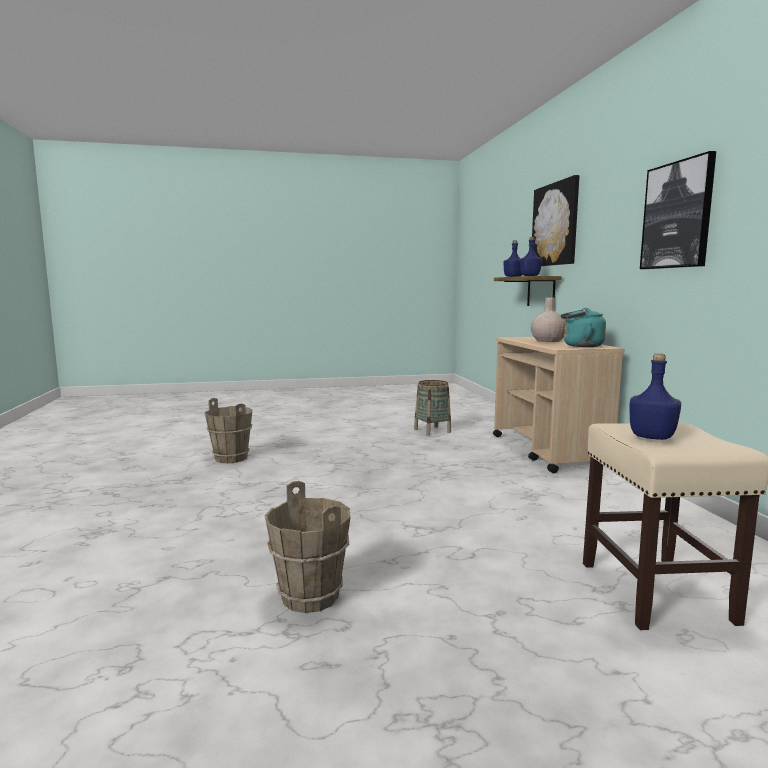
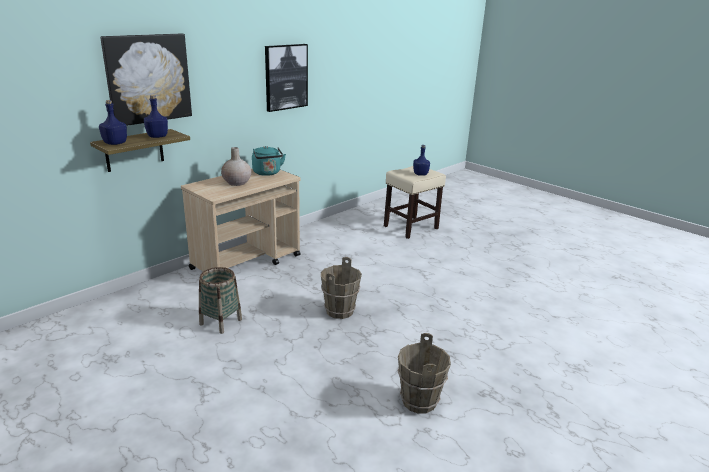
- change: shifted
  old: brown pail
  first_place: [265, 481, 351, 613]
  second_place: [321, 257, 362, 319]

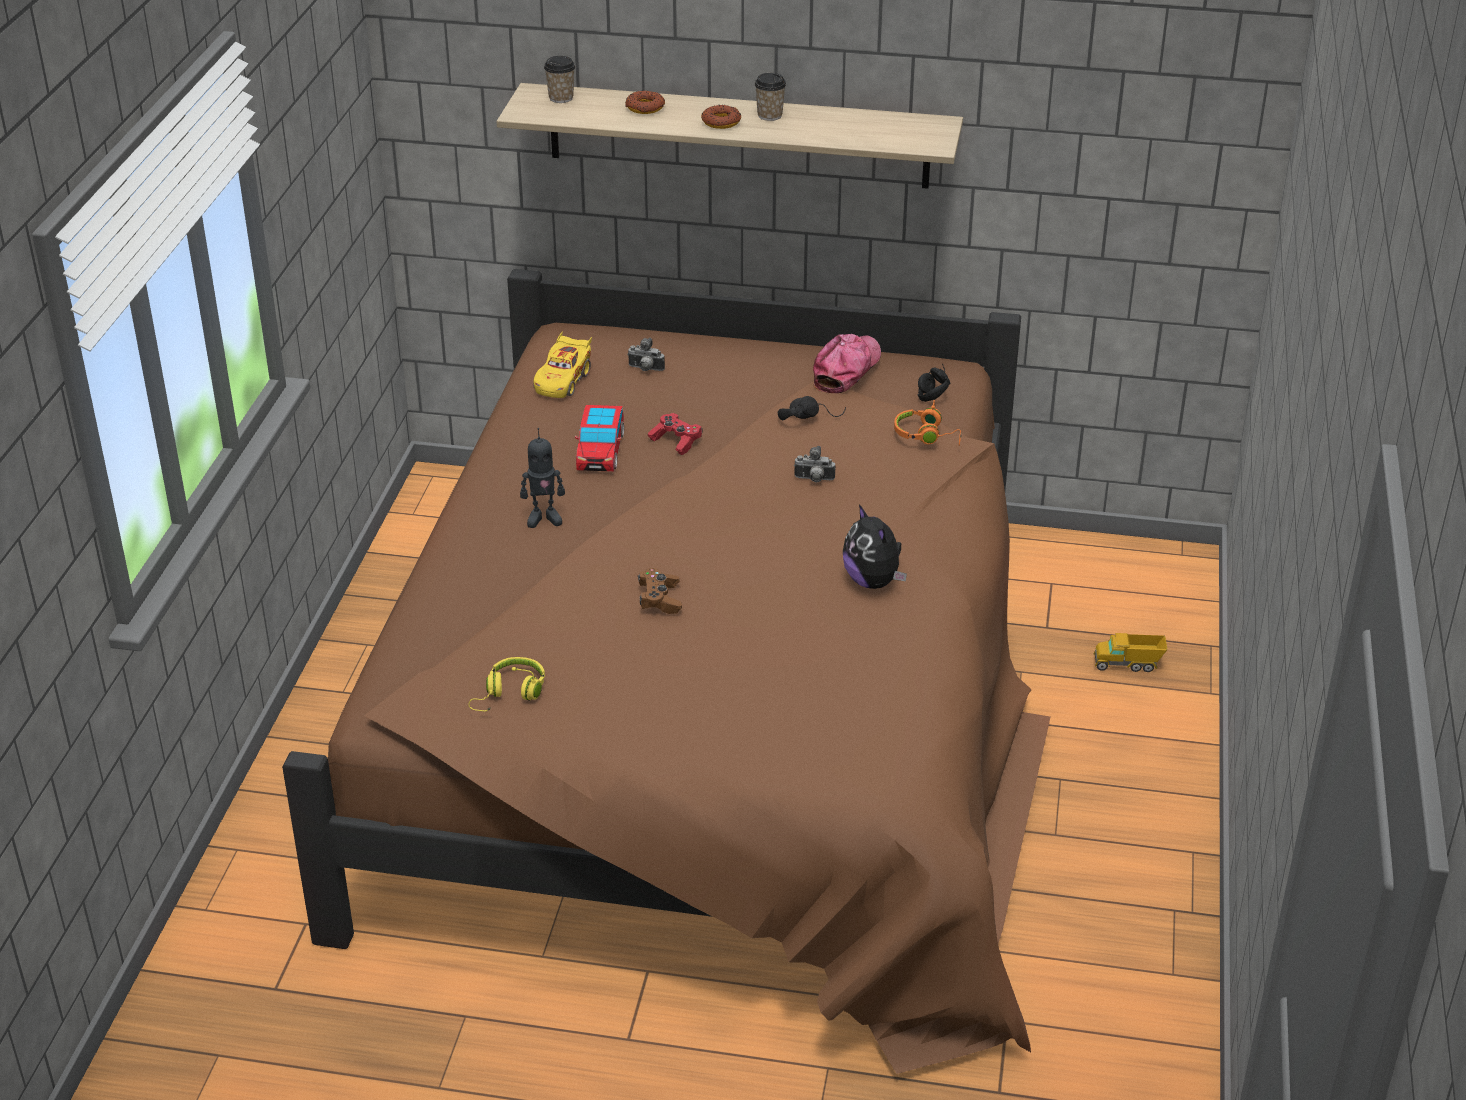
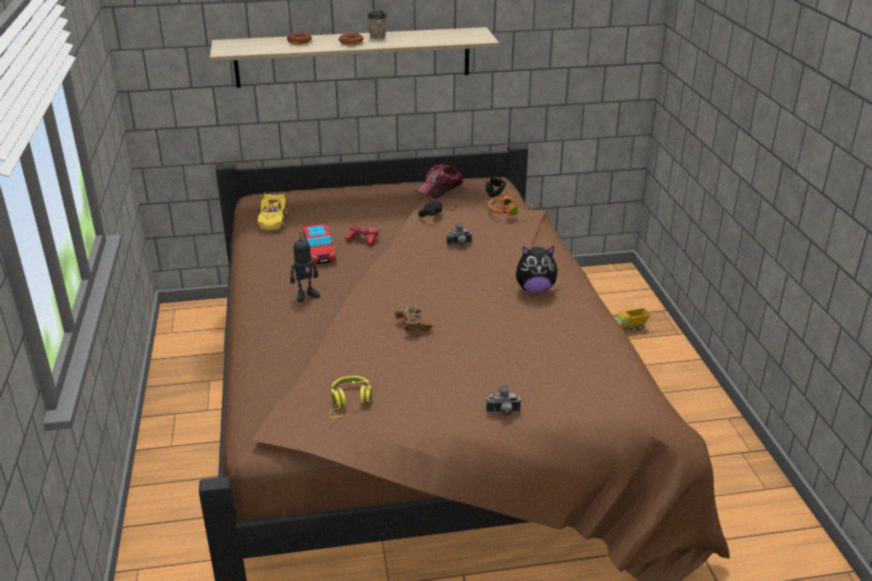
- change: gone
  old: drinking cup
  first_place: [544, 56, 575, 103]
- change: shifted
  old: photo camera
  first_place: [627, 338, 665, 371]
  second_place: [486, 385, 521, 416]
- change: rotated
  old: baseball cap
  first_place: [813, 334, 881, 393]
  second_place: [416, 164, 463, 199]
  degrees: -150
- change: rotated
  old: cuddly toy
  first_place: [843, 504, 907, 589]
  second_place: [516, 246, 559, 293]
  degrees: -45

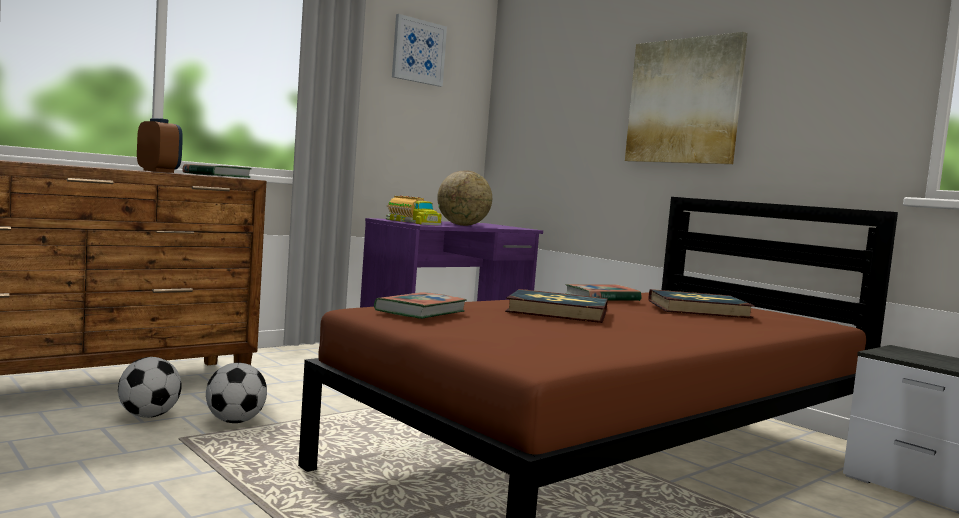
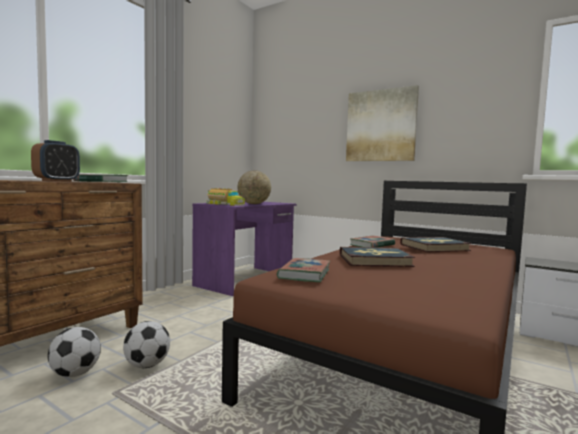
- change: gone
  old: wall art
  first_place: [392, 14, 447, 87]
- change: rotated
  old: bedside clock
  first_place: [137, 118, 183, 173]
  second_place: [31, 140, 80, 182]
  degrees: 90

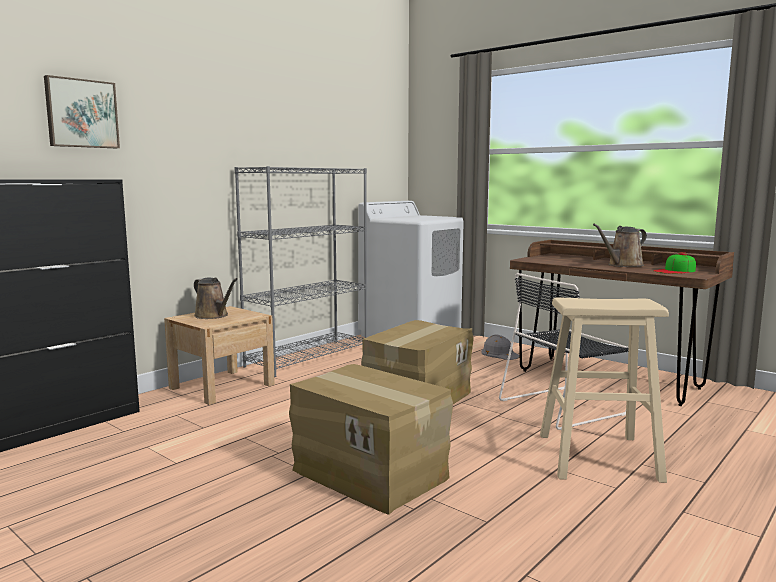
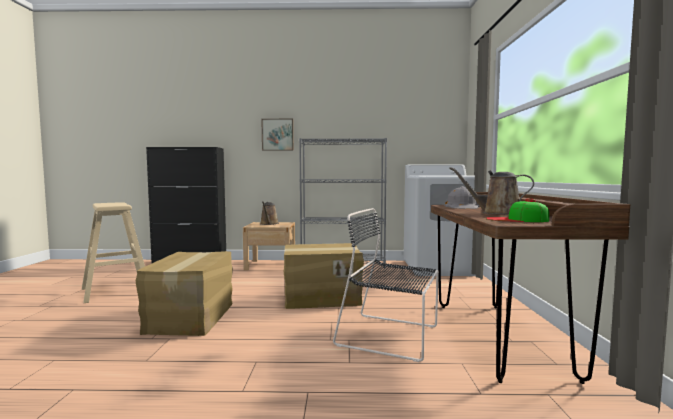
- change: shifted
  old: wall art
  first_place: [44, 75, 120, 148]
  second_place: [261, 119, 294, 151]
- change: shifted
  old: gray hard hat
  first_place: [481, 334, 520, 360]
  second_place: [444, 186, 479, 209]
- change: shifted
  old: beige sitting stool
  first_place: [540, 297, 669, 483]
  second_place: [82, 202, 145, 303]

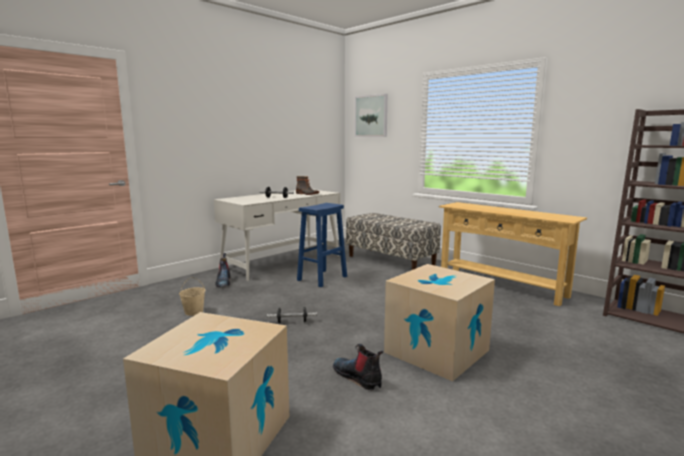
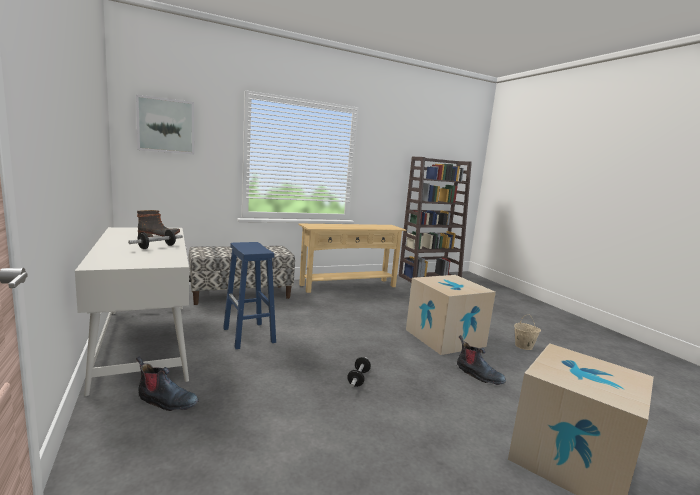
- change: shifted
  old: beige pail
  first_place: [179, 277, 205, 316]
  second_place: [514, 315, 541, 350]
- change: rotated
  old: boot
  first_place: [333, 344, 383, 390]
  second_place: [457, 335, 506, 385]
  degrees: -120

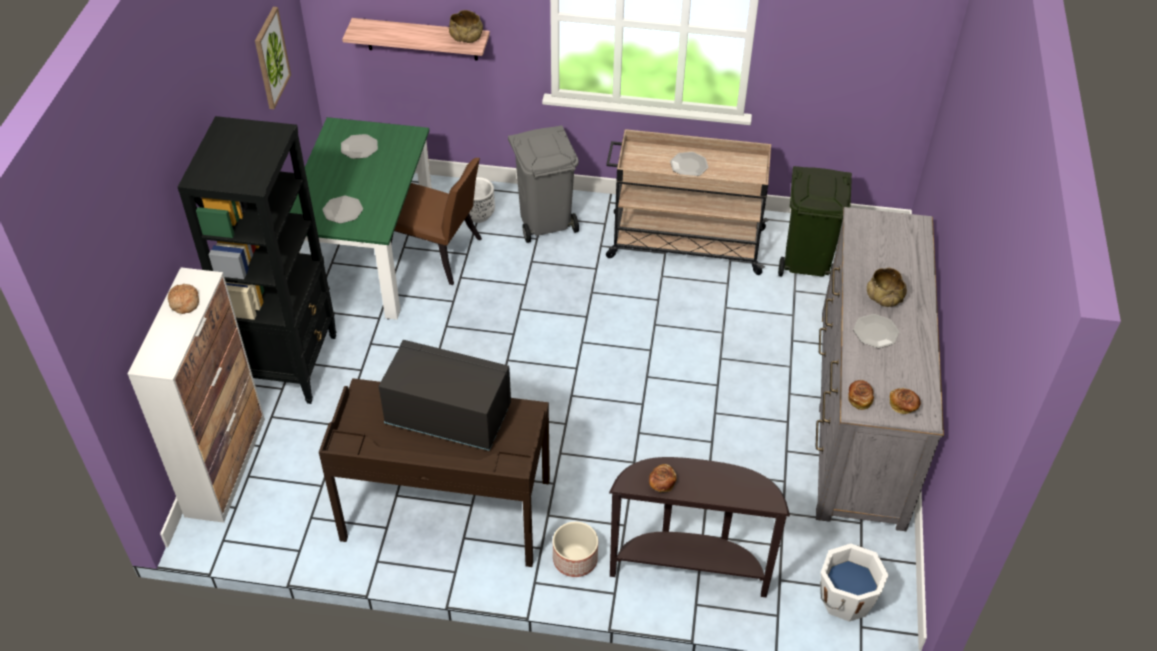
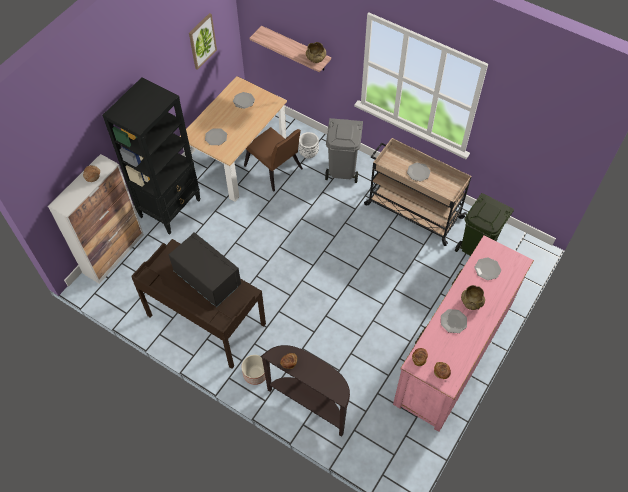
- change: gone
  old: white pail
  first_place: [820, 544, 888, 622]
- change: new
  new: dinner plate
  second_place: [475, 257, 501, 280]
- change: repainted
  old: green-coloured dinner table
  new: beige dinner table
  first_place: [290, 117, 431, 320]
  second_place: [180, 76, 287, 202]
- change: repainted
  old: gray chest of drawers
  new: pink-coloured chest of drawers
  first_place: [816, 207, 944, 531]
  second_place: [393, 235, 534, 432]

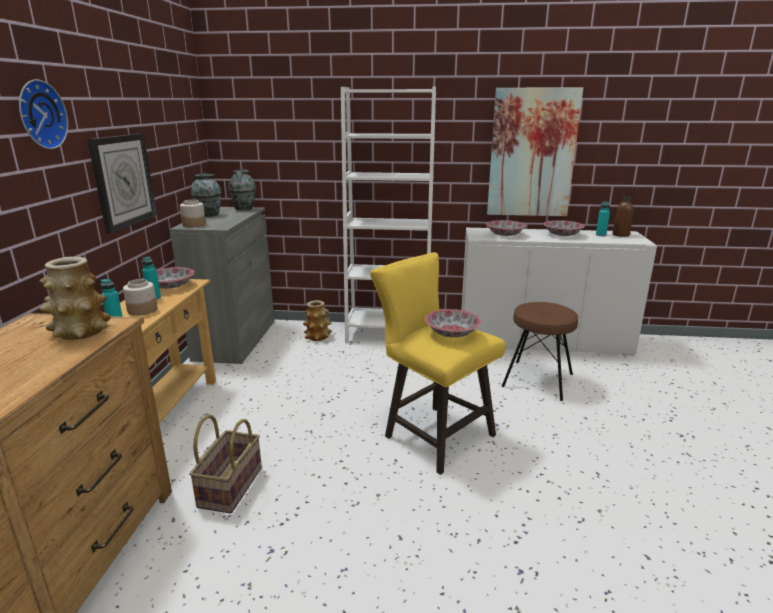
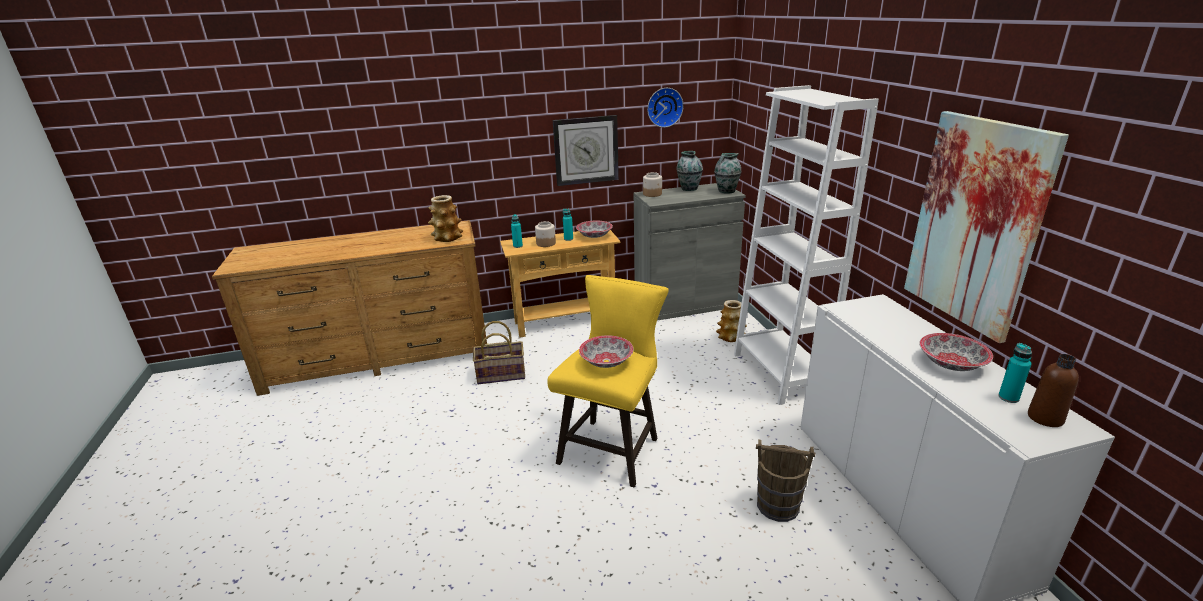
- change: gone
  old: bowl
  first_place: [486, 220, 526, 236]
- change: shifted
  old: clock on the wall
  first_place: [19, 79, 68, 149]
  second_place: [647, 88, 684, 128]
- change: swapped
  old: brown sitting stool
  new: brown pail
  first_place: [502, 302, 578, 401]
  second_place: [756, 439, 815, 522]

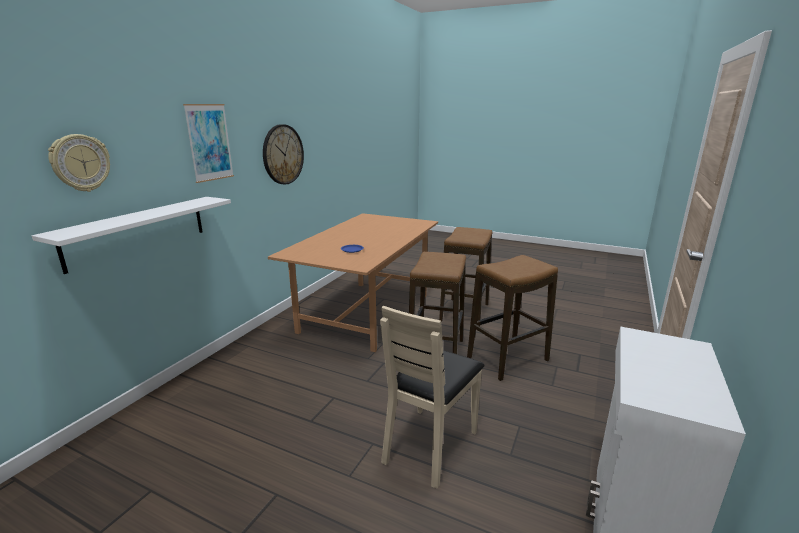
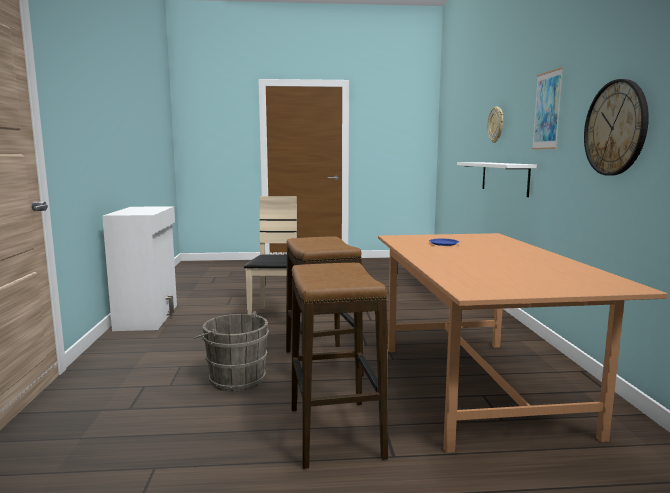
- change: swapped
  old: sitting stool
  new: gray pail
  first_place: [467, 255, 558, 381]
  second_place: [194, 311, 269, 392]

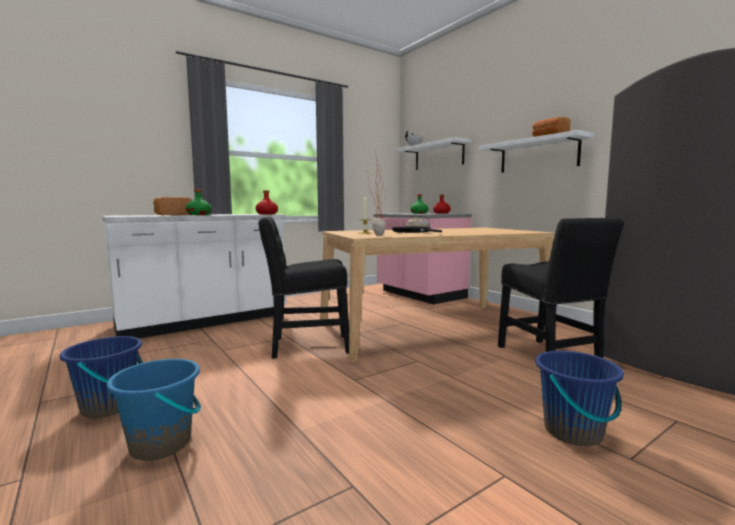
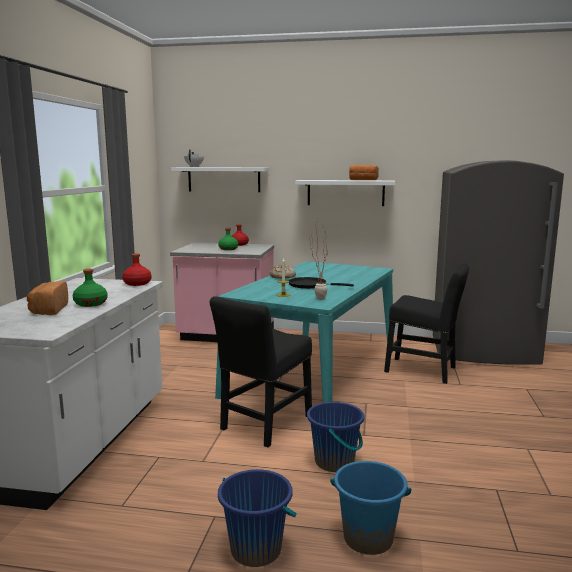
- change: shifted
  old: blue pail
  first_place: [536, 351, 624, 446]
  second_place: [307, 401, 365, 472]
- change: repainted
  old: beige dinner table
  new: turquoise dinner table
  first_place: [320, 228, 555, 362]
  second_place: [215, 261, 394, 403]

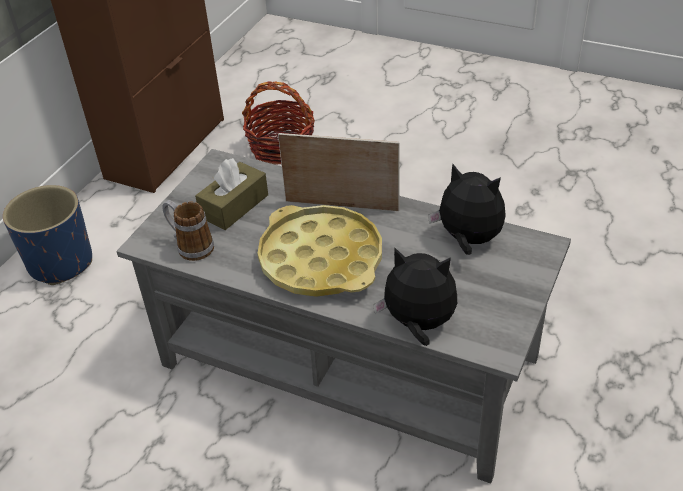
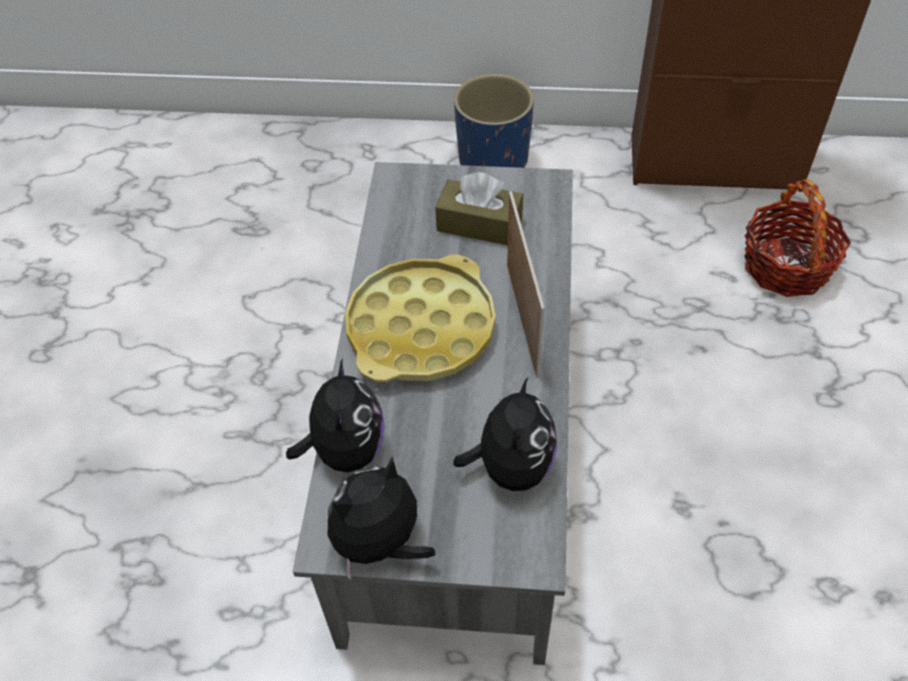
- change: gone
  old: mug
  first_place: [162, 200, 214, 261]
- change: new
  new: cuddly toy
  second_place: [328, 457, 435, 580]

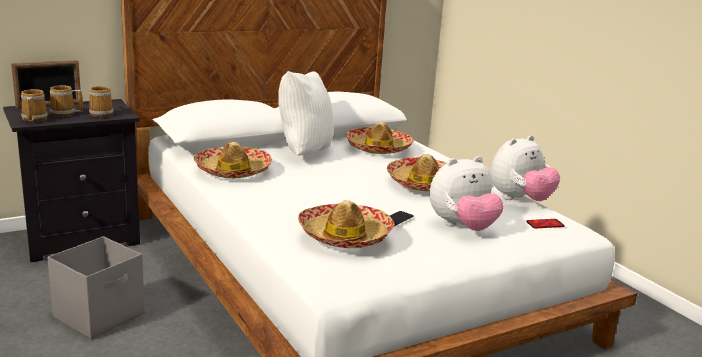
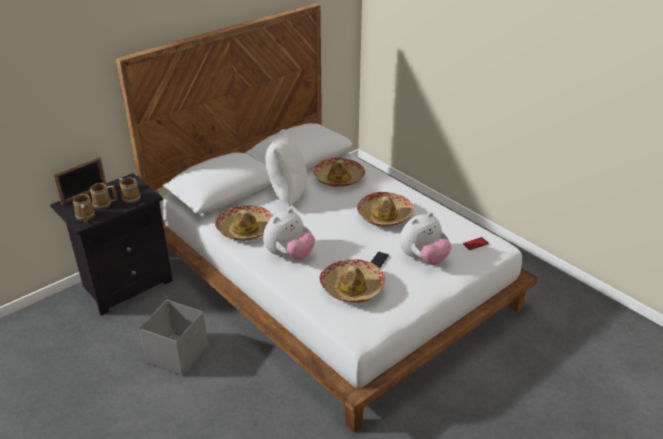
- change: shifted
  old: cuddly toy
  first_place: [490, 135, 560, 201]
  second_place: [263, 208, 315, 260]

